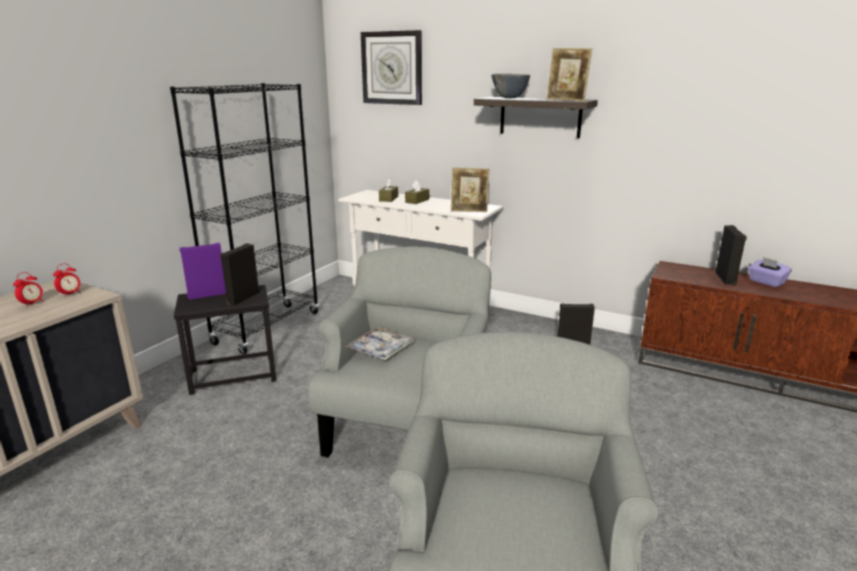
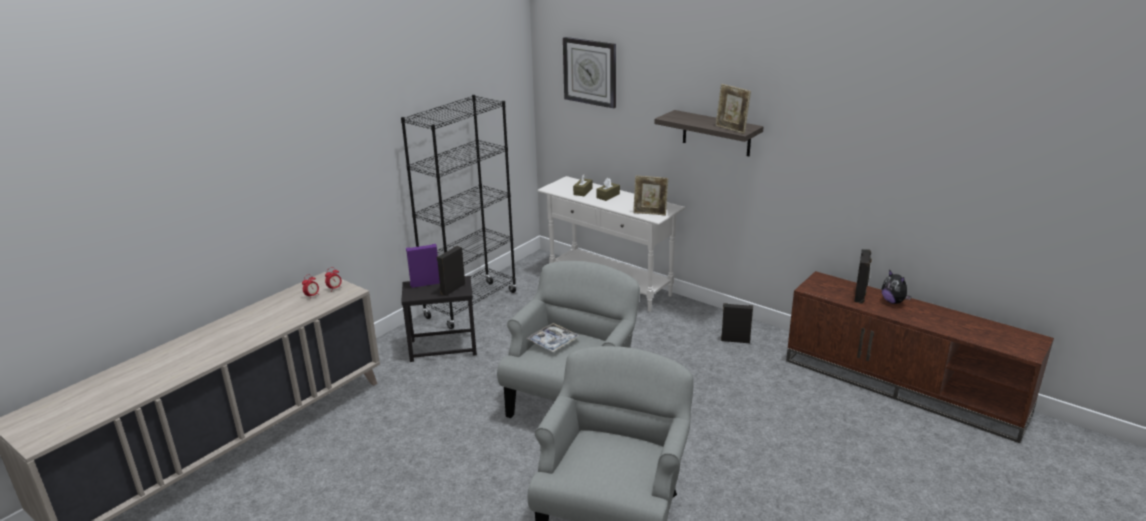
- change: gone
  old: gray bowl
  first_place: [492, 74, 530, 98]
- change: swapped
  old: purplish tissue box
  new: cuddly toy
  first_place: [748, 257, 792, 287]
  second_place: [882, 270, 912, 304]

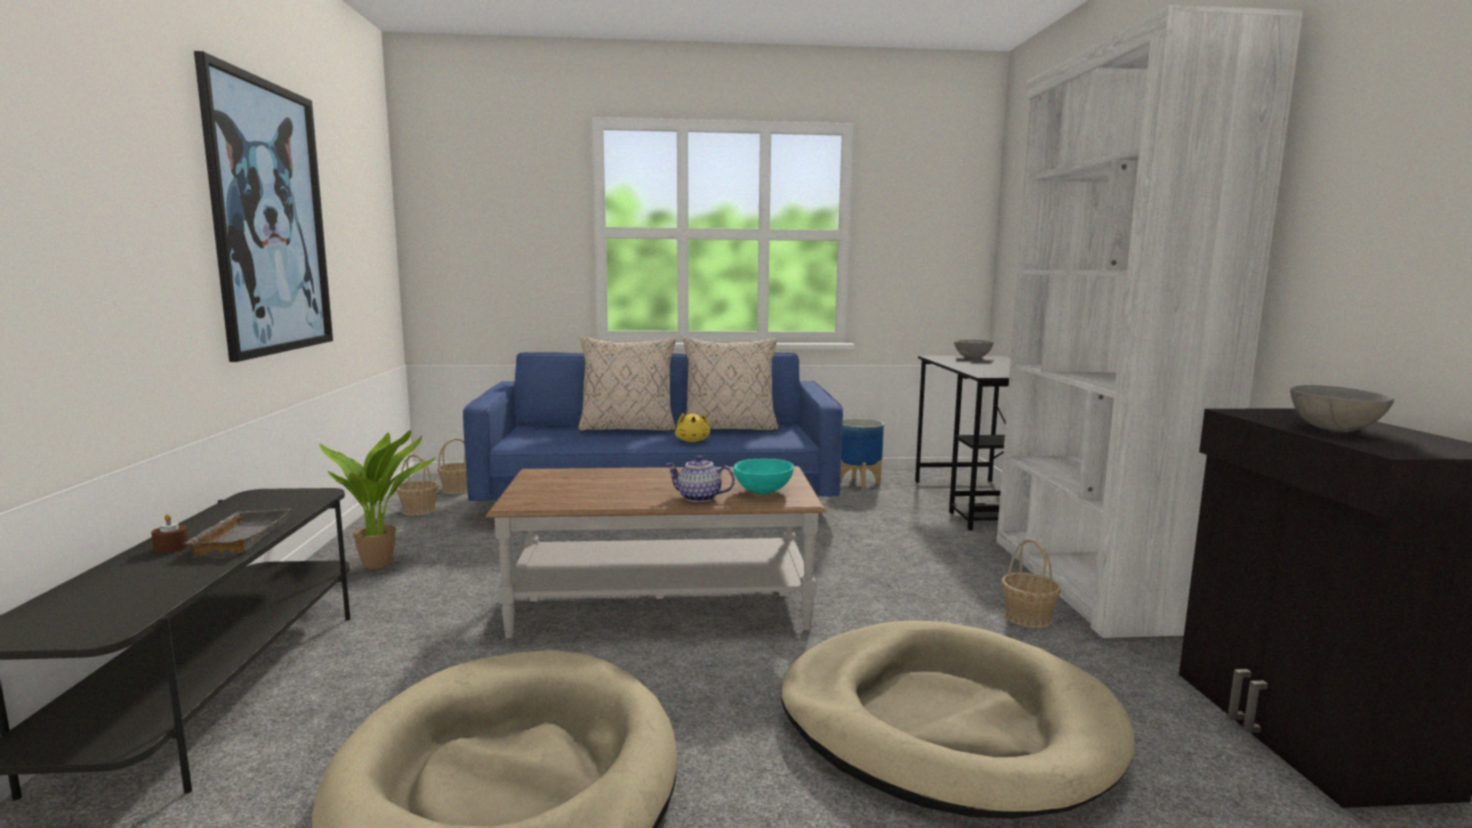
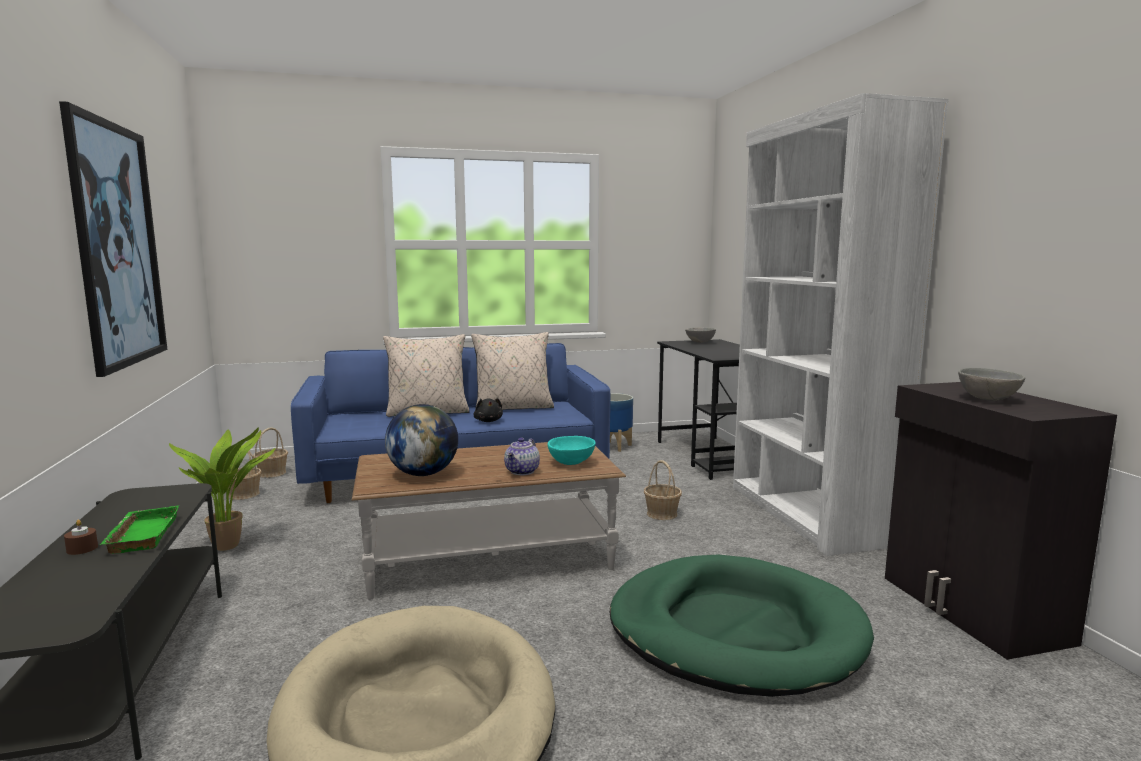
- change: new
  new: desk globe
  second_place: [385, 404, 458, 476]
- change: shifted
  old: storage basket
  first_place: [1002, 538, 1061, 628]
  second_place: [644, 460, 682, 520]
- change: repainted
  old: gray tray
  new: green-coloured tray
  first_place: [182, 509, 290, 555]
  second_place: [100, 505, 179, 554]
- change: repainted
  old: yellowish cuddly toy
  new: black cuddly toy
  first_place: [675, 413, 710, 442]
  second_place: [474, 398, 503, 422]
- change: repainted
  old: beige pet bed
  new: green-coloured pet bed
  first_place: [781, 620, 1135, 819]
  second_place: [610, 554, 874, 697]
- change: rotated
  old: tea pot
  first_place: [665, 456, 735, 502]
  second_place: [504, 438, 540, 475]
  degrees: -75

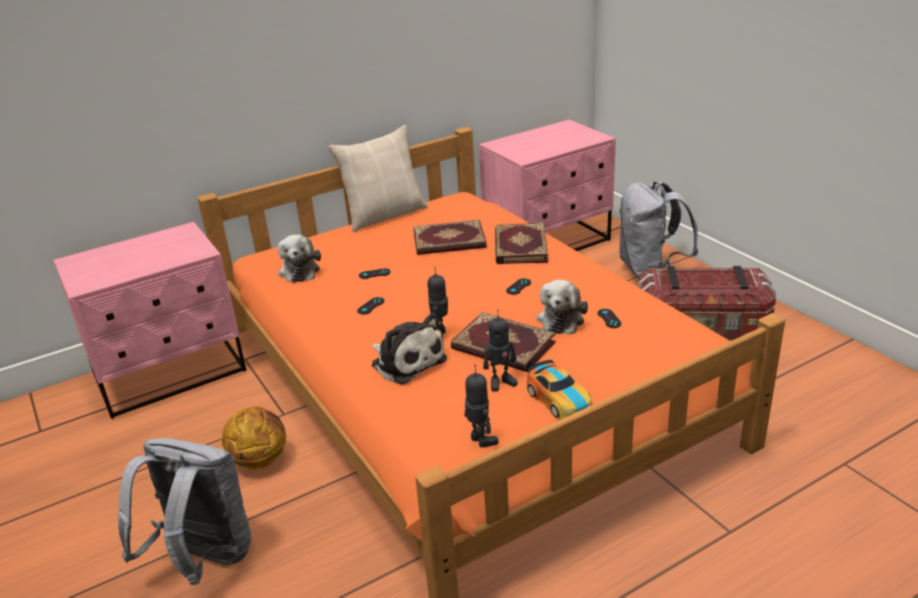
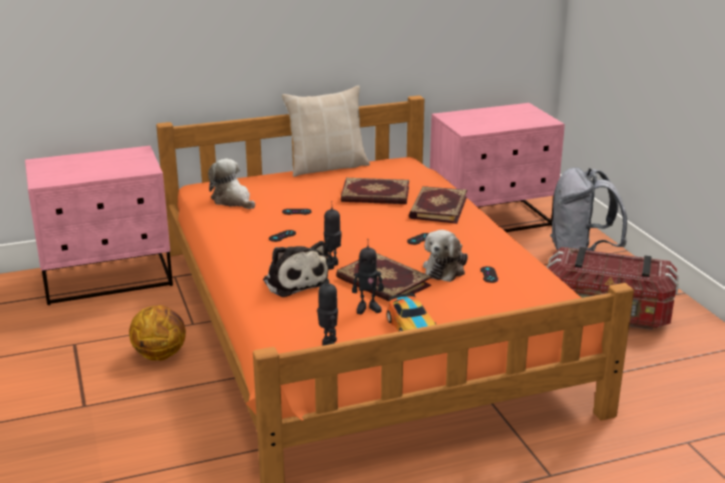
- change: gone
  old: gray knapsack
  first_place: [118, 438, 251, 585]
- change: rotated
  old: cuddly toy
  first_place: [277, 234, 321, 283]
  second_place: [208, 159, 255, 209]
  degrees: 135

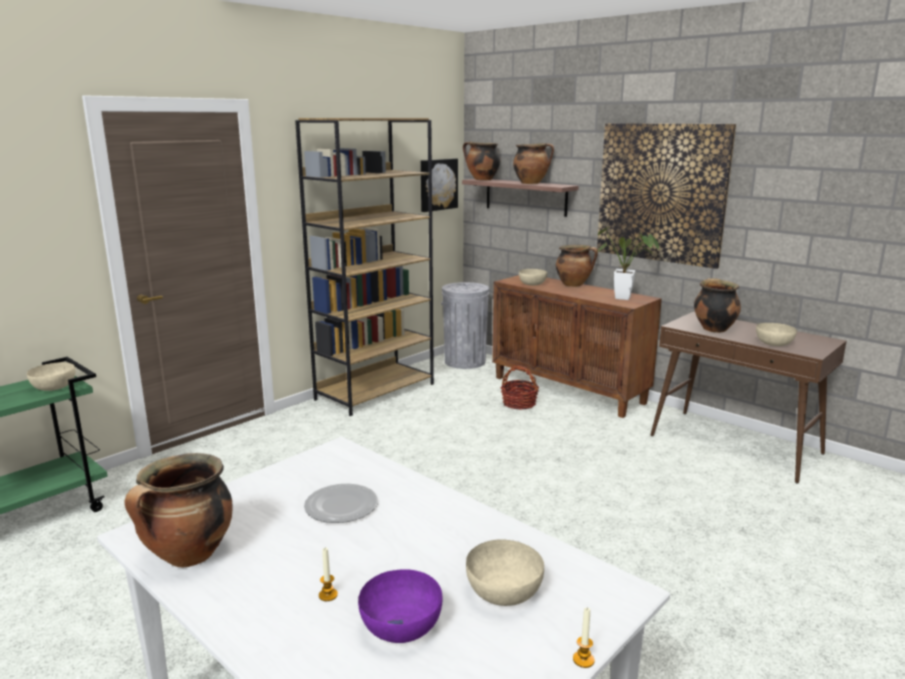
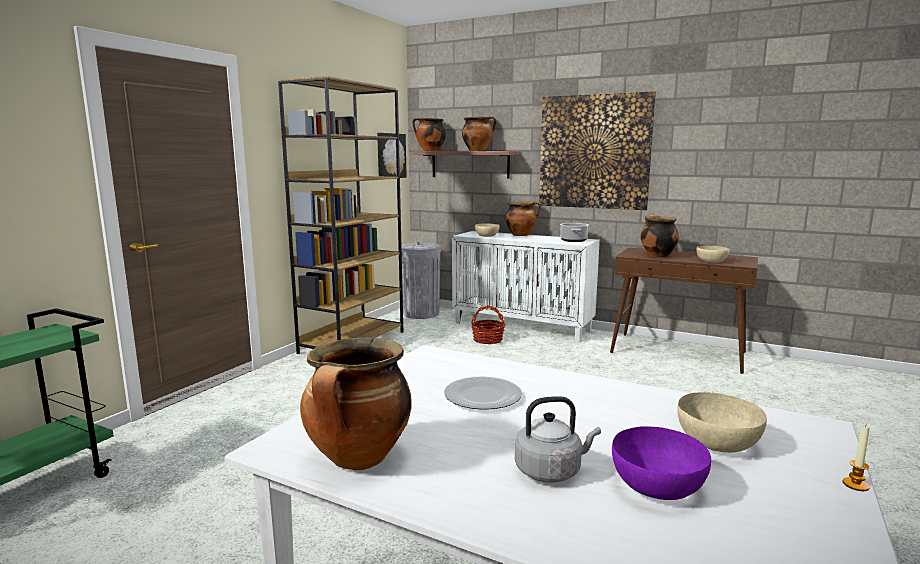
- change: gone
  old: beige bowl
  first_place: [27, 362, 76, 391]
- change: swapped
  old: wax light
  new: gray water kettle
  first_place: [319, 548, 338, 601]
  second_place: [515, 396, 601, 483]
- change: swapped
  old: potted plant
  new: cooking pot
  first_place: [598, 227, 659, 300]
  second_place: [560, 223, 589, 242]
- change: repainted
  old: brown cupboard
  new: white cupboard
  first_place: [492, 275, 662, 418]
  second_place: [452, 231, 600, 343]

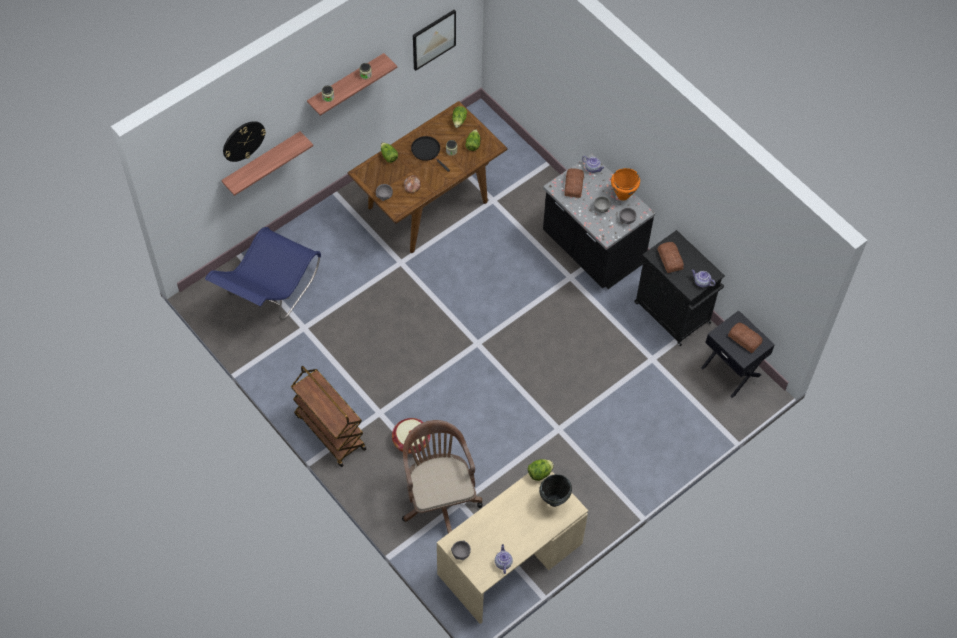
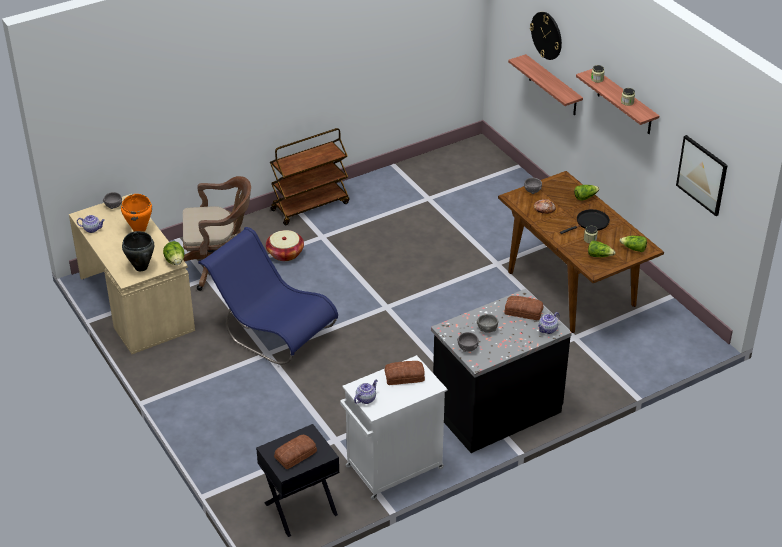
- change: shifted
  old: blue upright chair
  first_place: [205, 227, 321, 320]
  second_place: [198, 227, 338, 365]
- change: shifted
  old: orangey cooking pot
  first_place: [611, 168, 640, 201]
  second_place: [121, 194, 152, 232]
- change: repainted
  old: black cupboard
  new: white cupboard
  first_place: [634, 230, 725, 346]
  second_place: [340, 355, 448, 500]

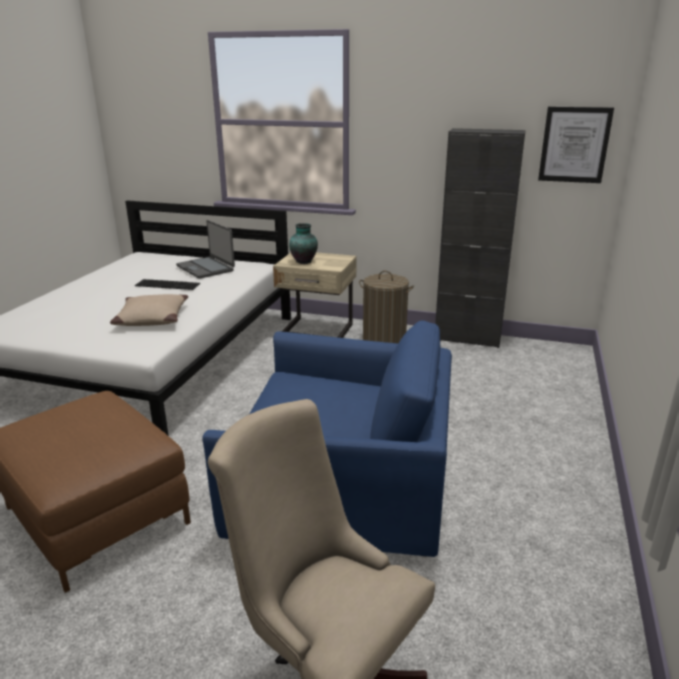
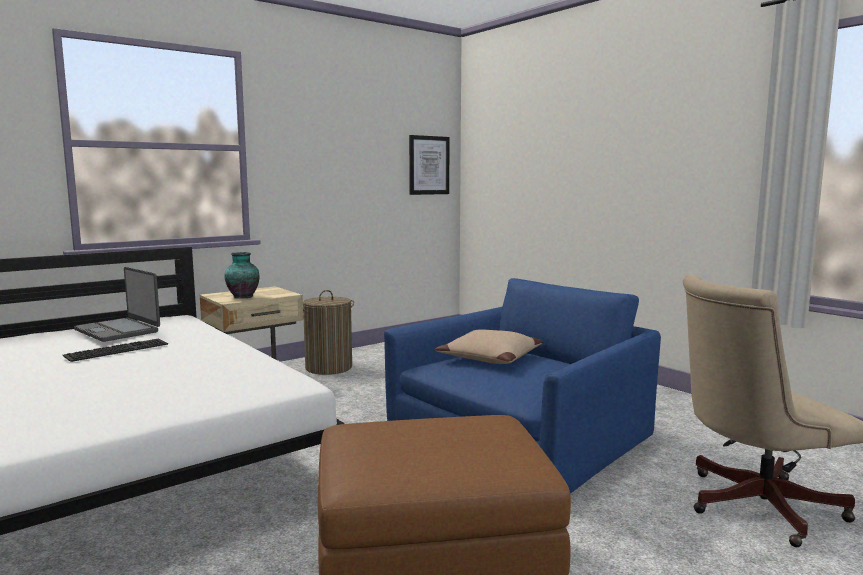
- change: gone
  old: black cupboard
  first_place: [435, 128, 526, 348]
- change: shifted
  old: beige throw pillow
  first_place: [110, 294, 188, 326]
  second_place: [435, 329, 543, 364]
- change: rotated
  old: notebook computer
  first_place: [176, 220, 235, 279]
  second_place: [74, 267, 160, 342]
  degrees: 45

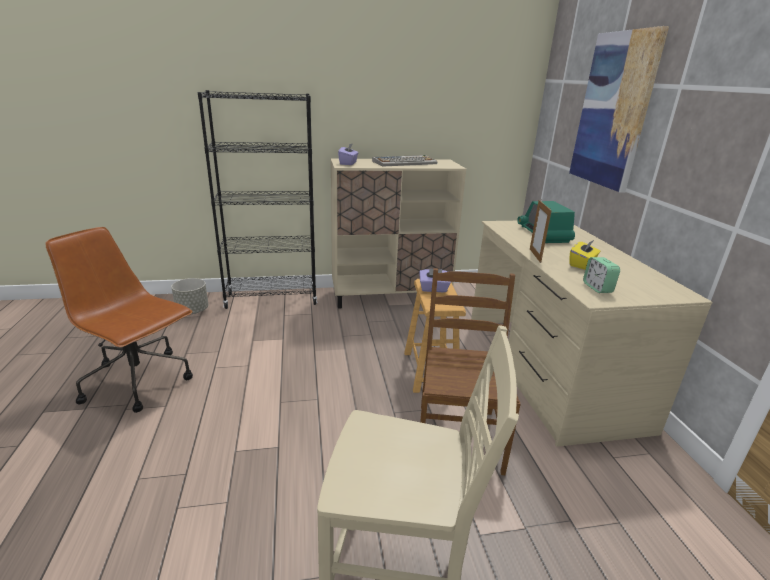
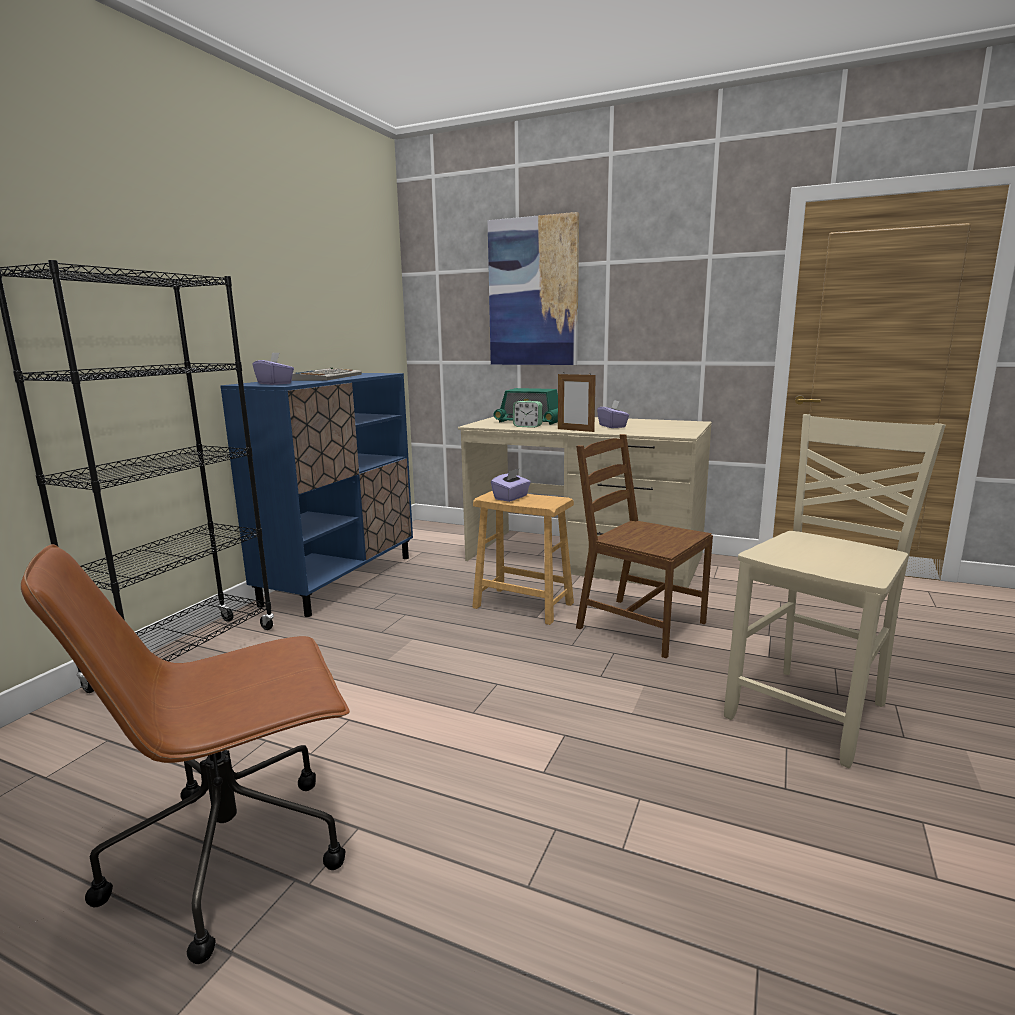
- change: gone
  old: gray plant pot
  first_place: [171, 278, 208, 314]
- change: shifted
  old: bedside clock
  first_place: [583, 257, 620, 293]
  second_place: [513, 401, 542, 428]
- change: repainted
  old: beige cupboard
  new: blue cupboard
  first_place: [331, 158, 466, 309]
  second_place: [220, 373, 413, 617]
- change: repainted
  old: yellowish tissue box
  new: purplish tissue box
  first_place: [569, 240, 600, 270]
  second_place: [597, 400, 629, 428]

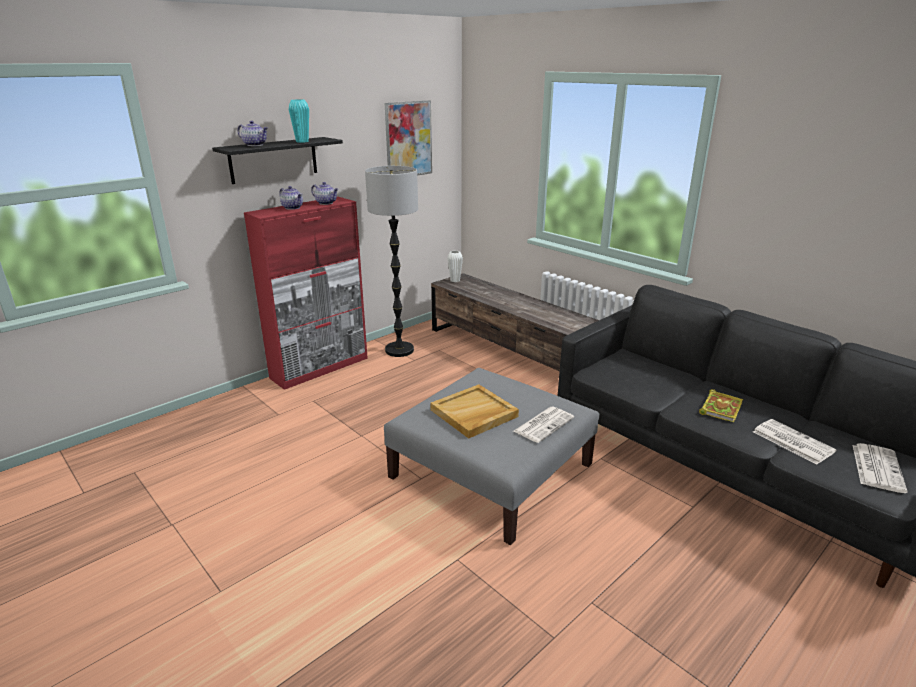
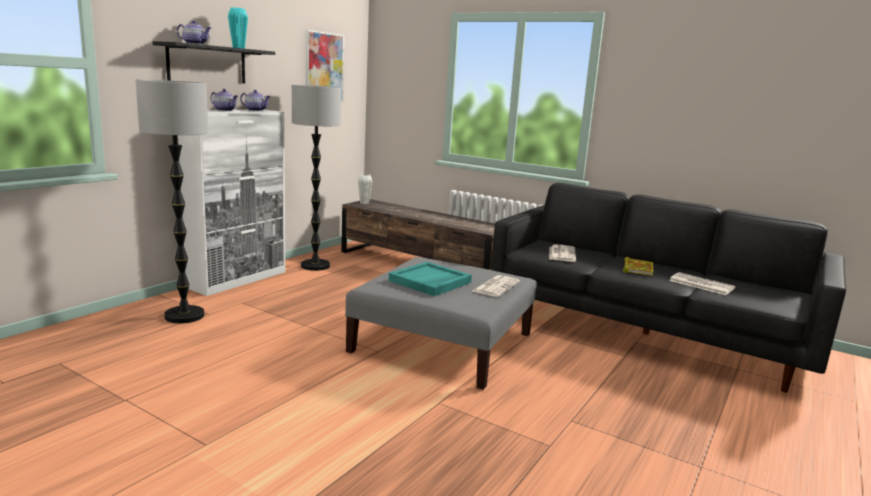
- change: new
  new: standing lamp
  second_place: [136, 79, 208, 323]
- change: shifted
  old: printed paper
  first_place: [853, 443, 908, 493]
  second_place: [549, 244, 576, 262]
- change: repainted
  old: reddish cupboard
  new: white cupboard
  first_place: [244, 197, 368, 390]
  second_place: [178, 110, 285, 296]
- change: repainted
  old: beige tray
  new: turquoise tray
  first_place: [430, 384, 519, 439]
  second_place: [389, 262, 472, 296]

